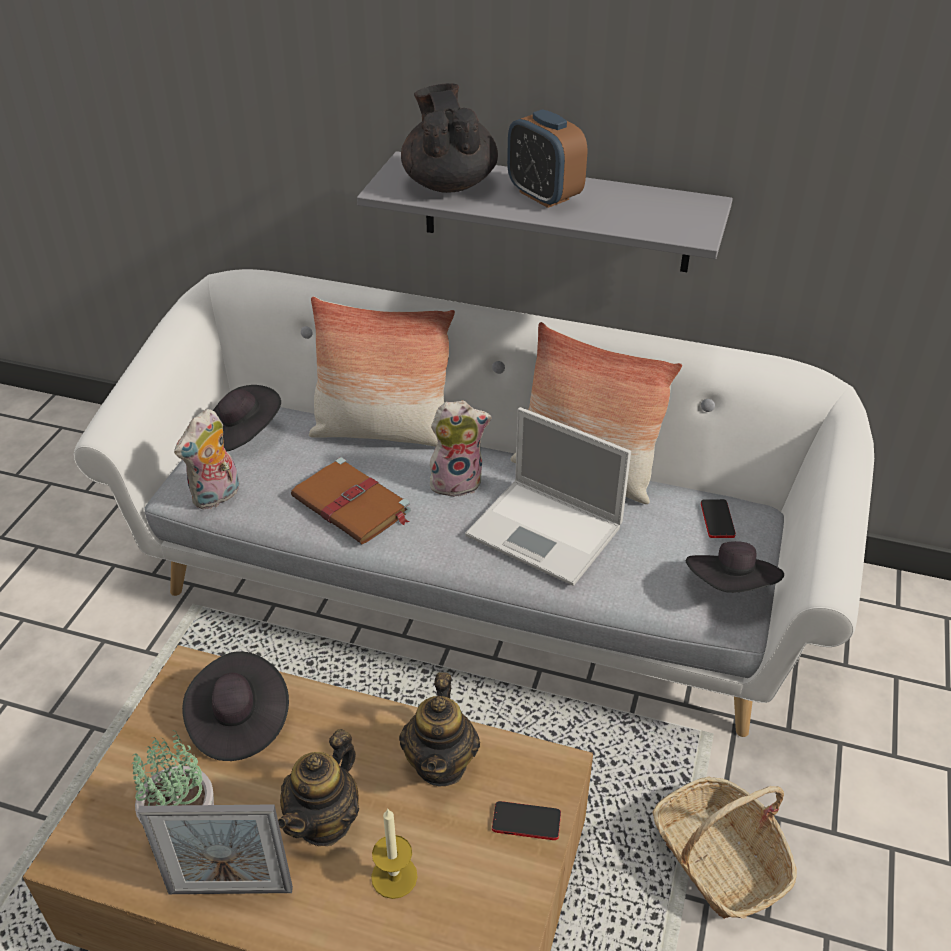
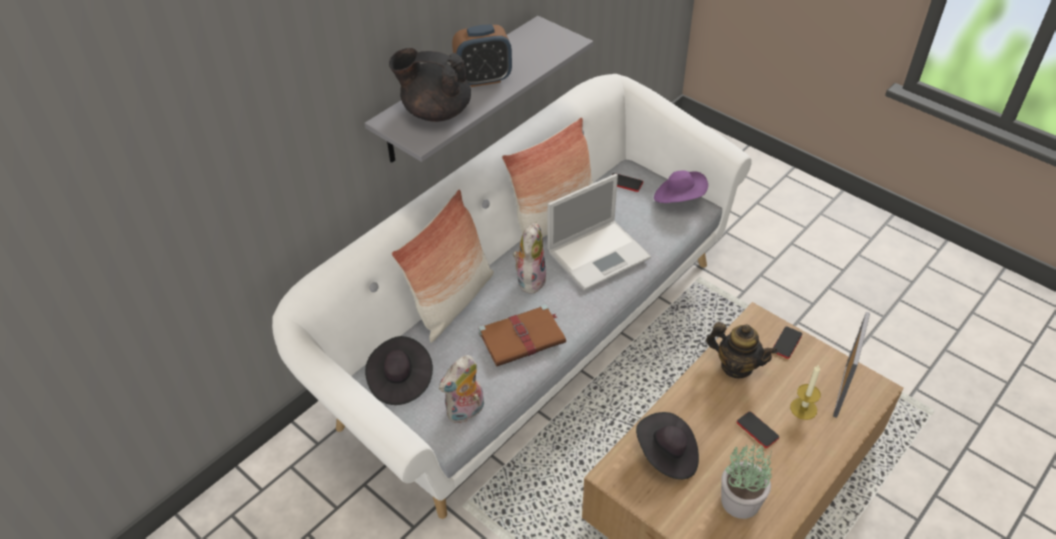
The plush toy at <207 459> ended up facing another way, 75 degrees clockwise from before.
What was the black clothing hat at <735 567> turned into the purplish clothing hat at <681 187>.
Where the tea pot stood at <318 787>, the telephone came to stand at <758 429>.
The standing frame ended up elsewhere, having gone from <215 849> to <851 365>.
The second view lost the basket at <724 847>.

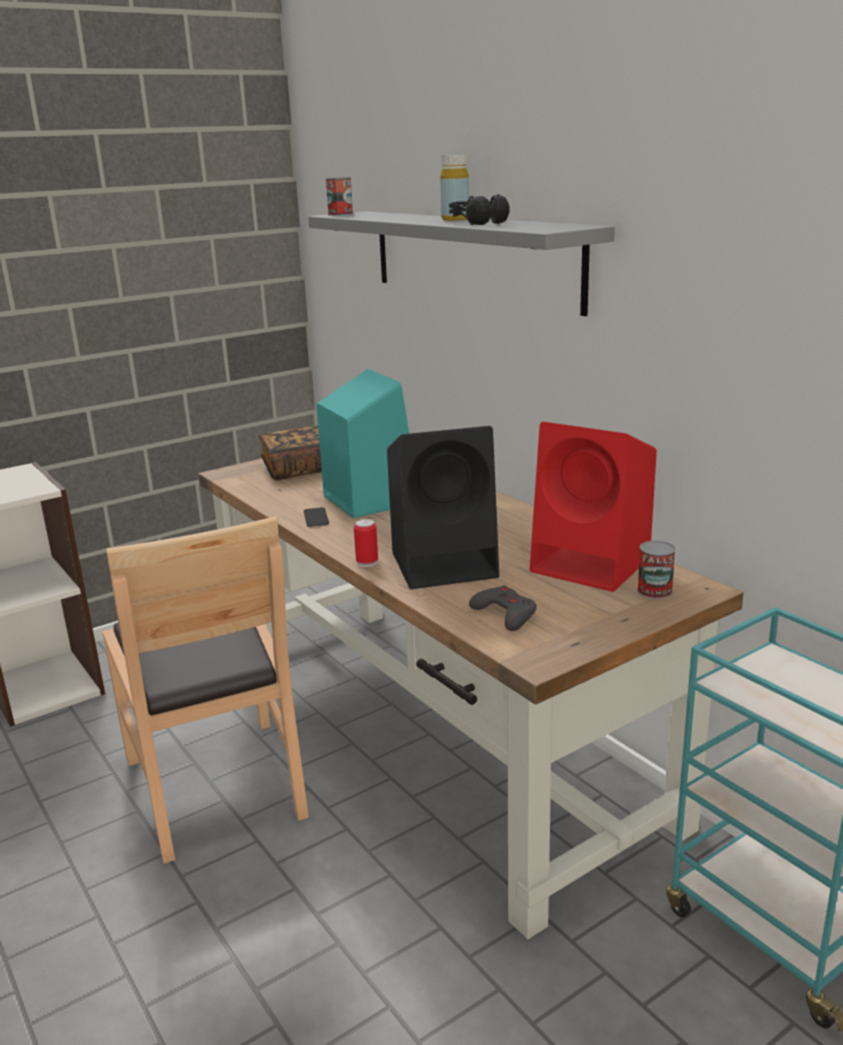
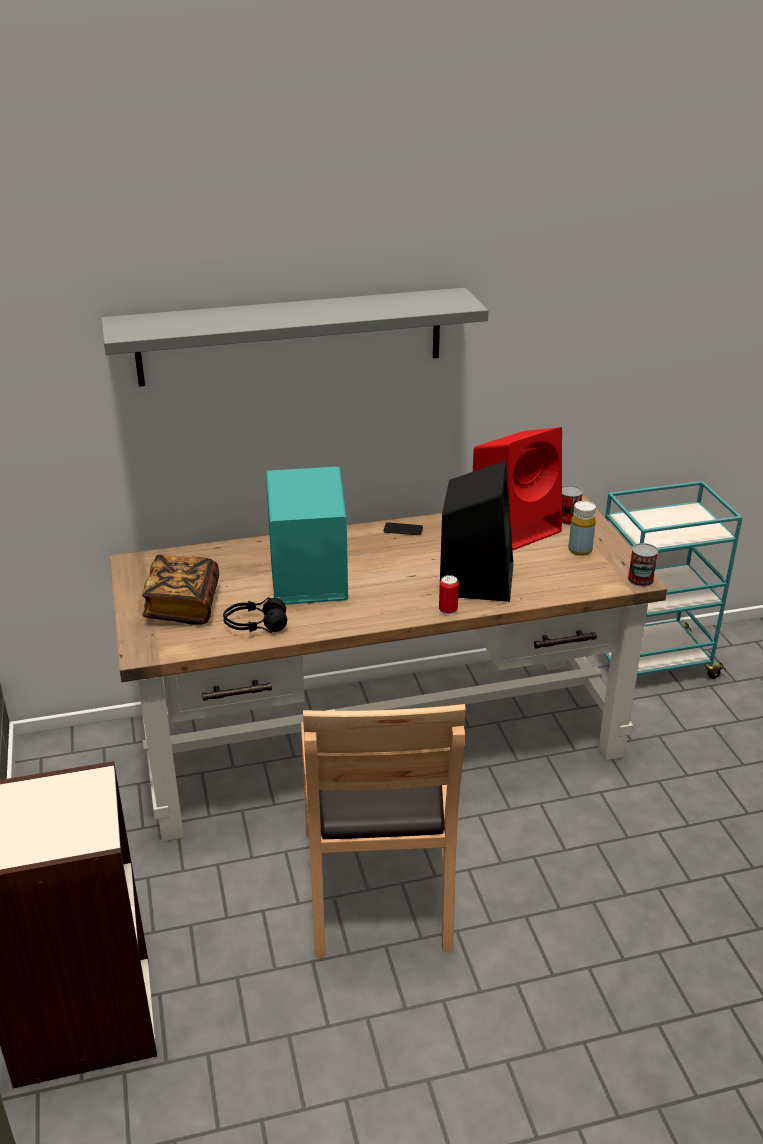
The black headphones ended up elsewhere, having gone from <479 209> to <255 615>.
The brownish plain chair at <205 690> ended up facing another way, 90 degrees clockwise from before.
The telephone ended up elsewhere, having gone from <316 517> to <403 528>.
The yellow bottle ended up elsewhere, having gone from <454 188> to <582 528>.
The sealed can ended up elsewhere, having gone from <339 196> to <643 565>.
The second view lost the grey gamepad at <503 608>.

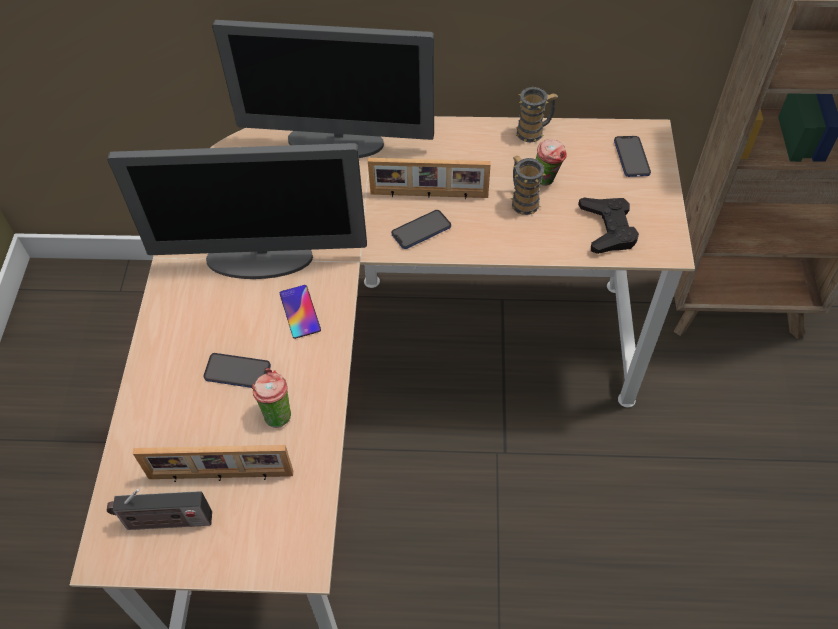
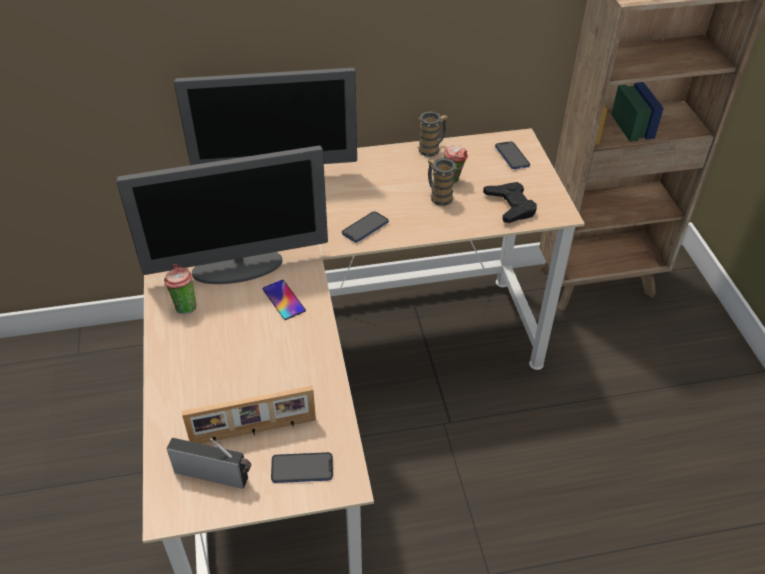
The cup ended up elsewhere, having gone from <271 398> to <180 289>.
The radio receiver at <159 509> ended up facing another way, 150 degrees counterclockwise from before.
The telephone ended up elsewhere, having gone from <237 370> to <302 467>.
The second view lost the standing frame at <429 178>.

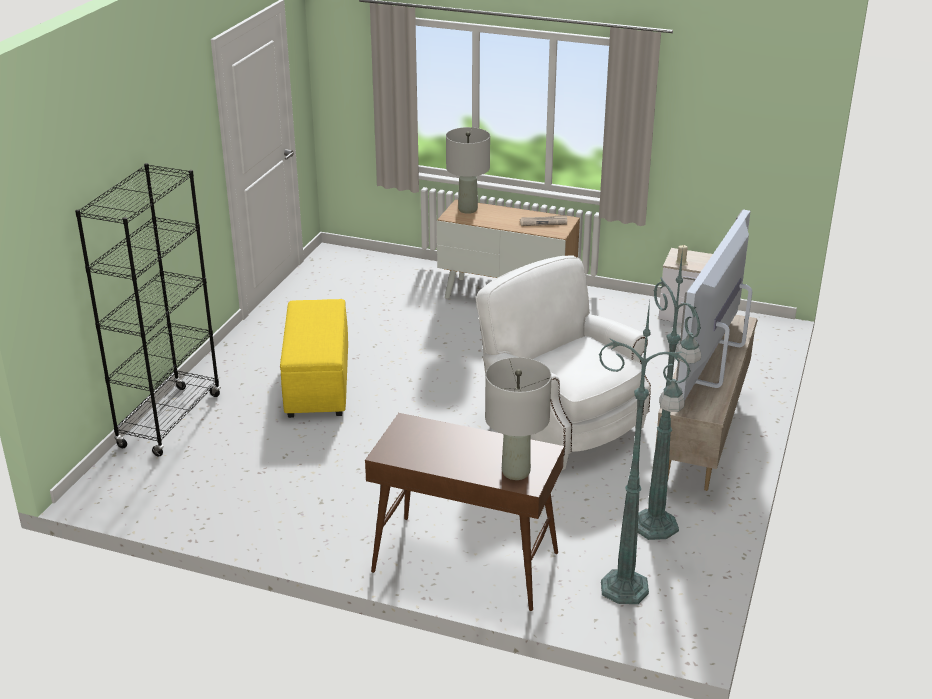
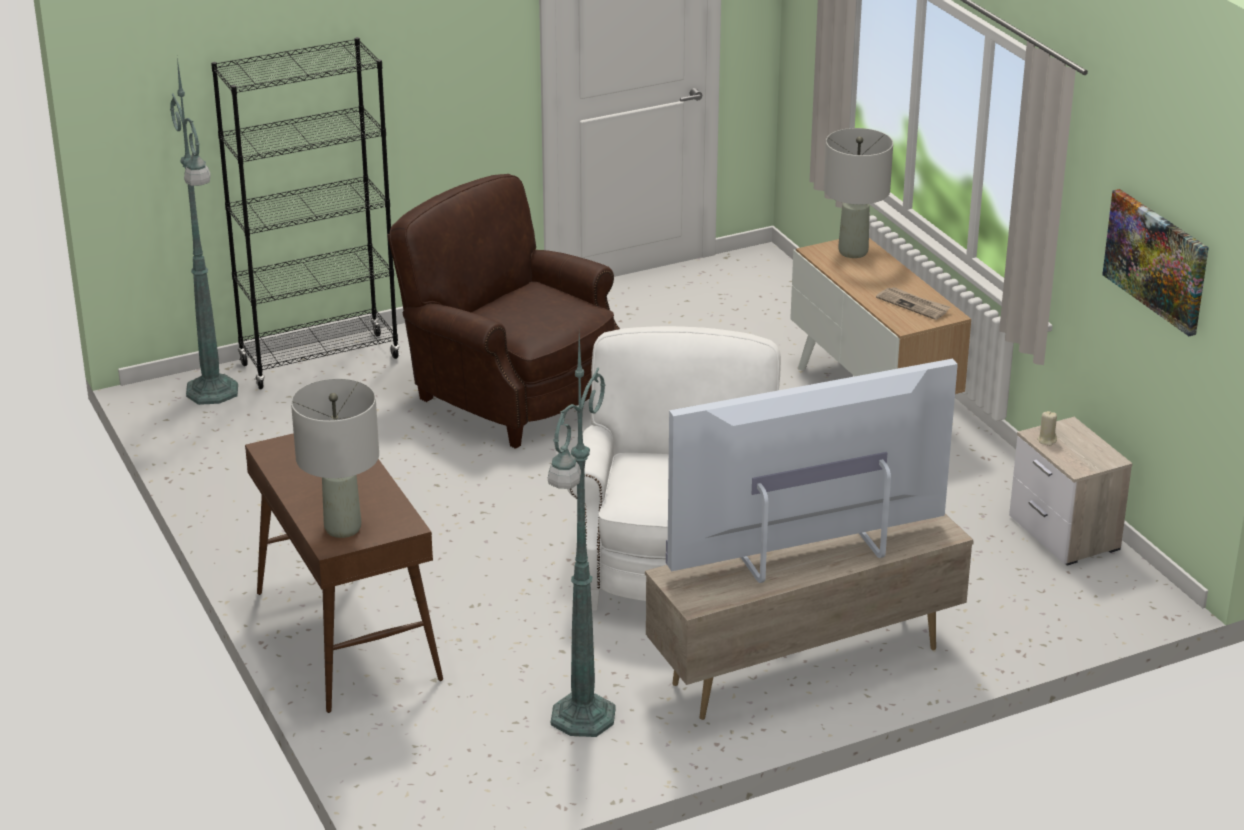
The green-coloured standing lamp ended up elsewhere, having gone from <645 452> to <204 231>.
Where the yellow footrest stood at <314 358>, the brownish armchair came to stand at <503 311>.
The second view gained the wall picture at <1155 262>.

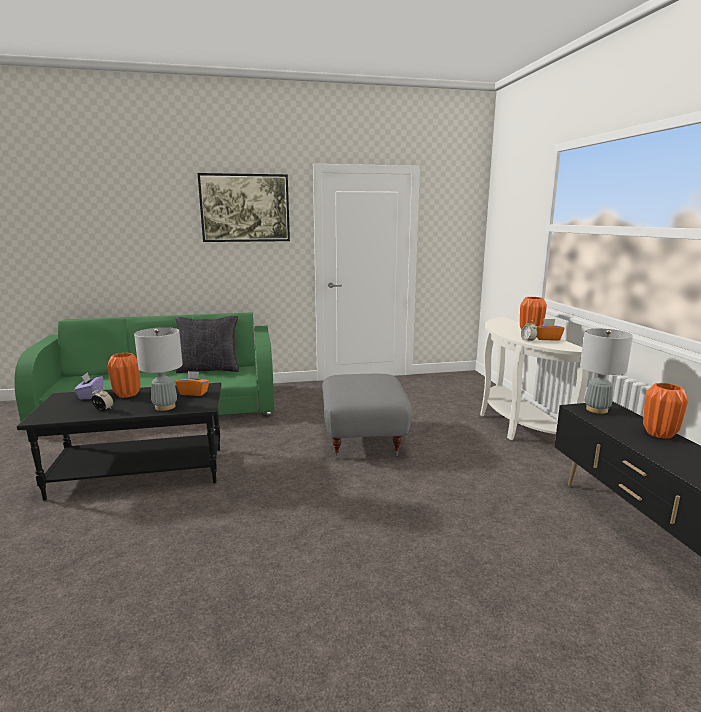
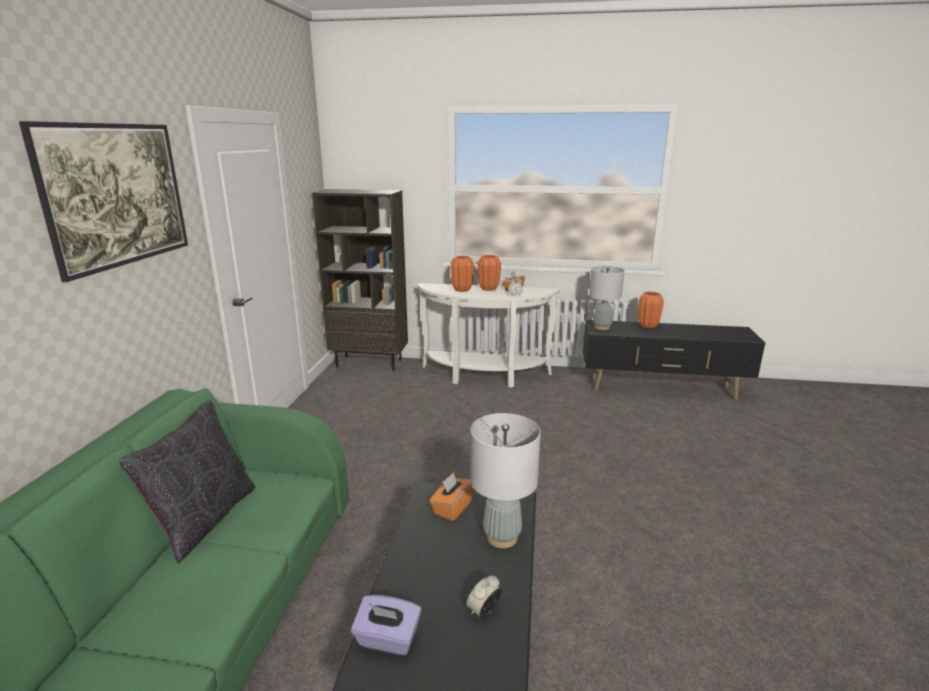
The second view gained the brownish bookcase at <360 280>.
The orange-coloured decorative vase ended up elsewhere, having gone from <123 375> to <462 274>.
The second view lost the grey footrest at <367 416>.

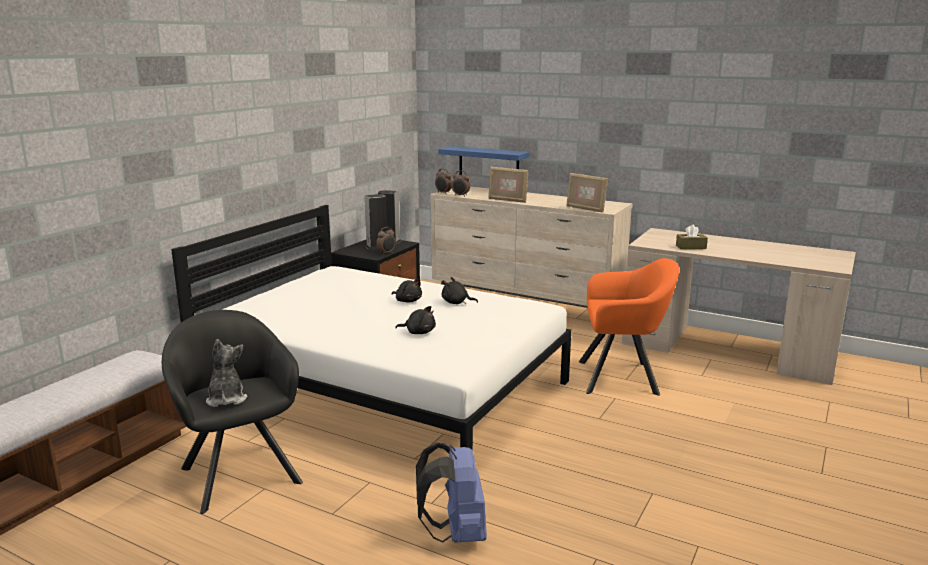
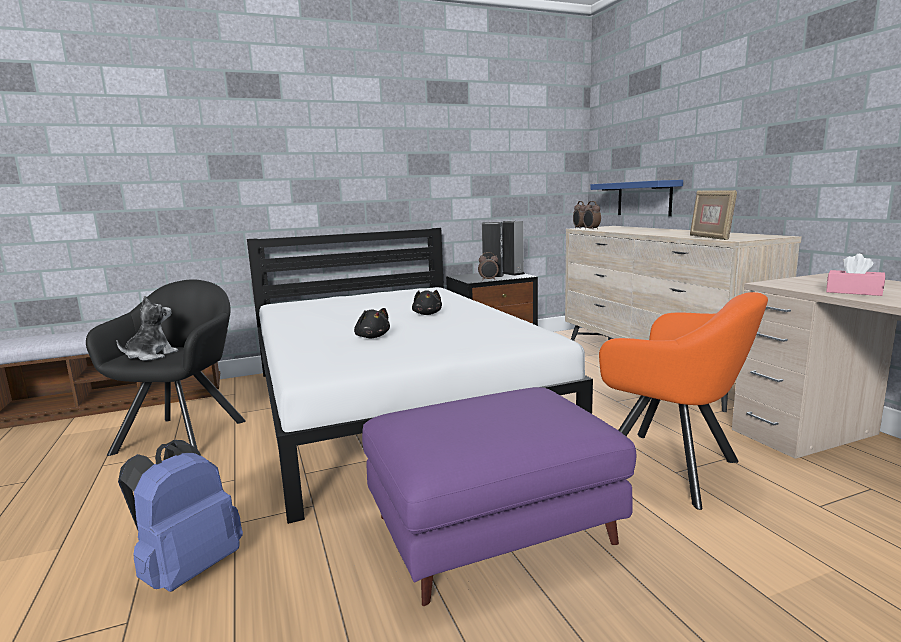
The second view gained the purplish footrest at <499 496>.
What was the brownish tissue box at <692 237> turned into the pink tissue box at <855 275>.
The second view lost the black plush toy at <460 290>.
The second view lost the standing frame at <508 185>.

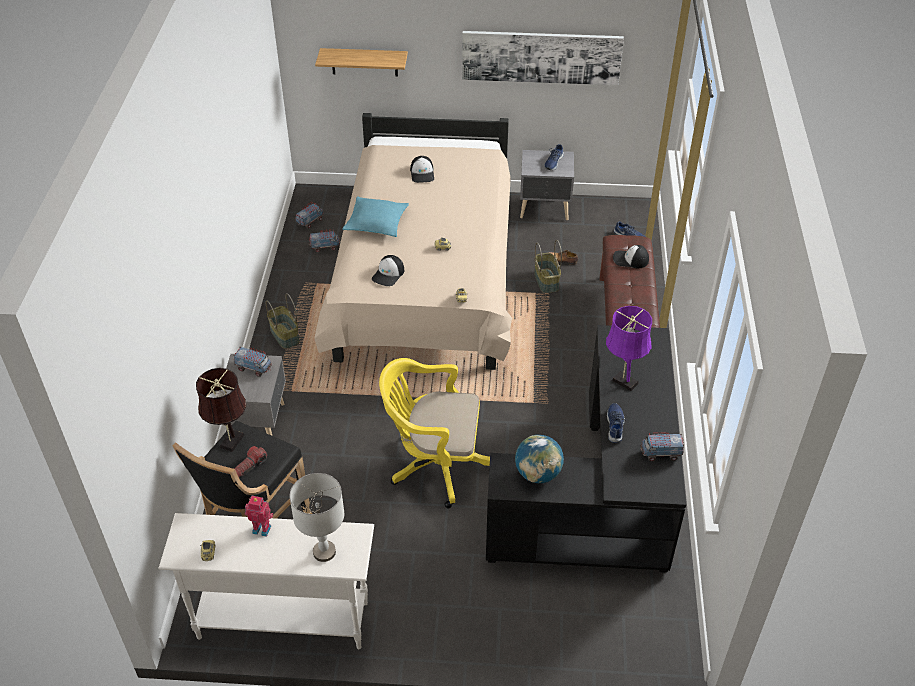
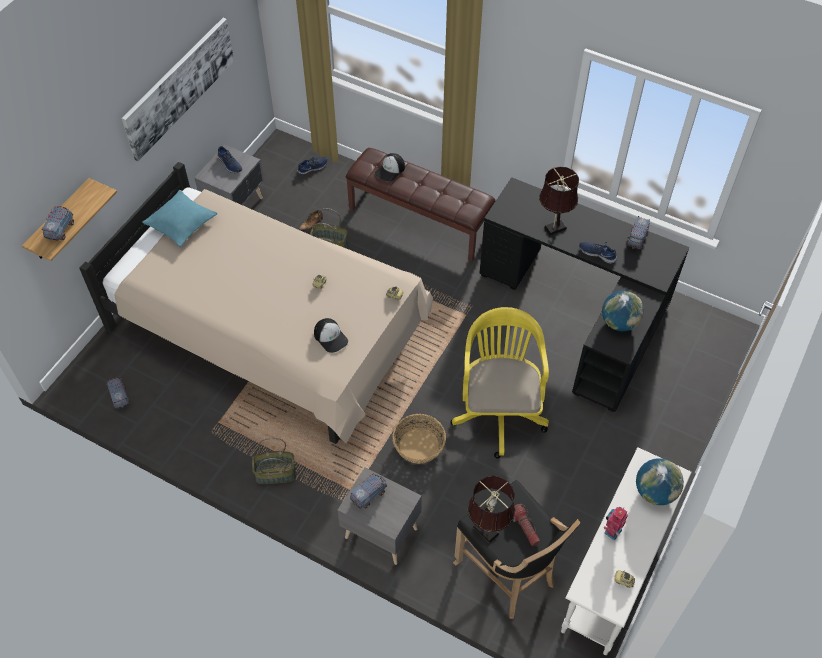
The toy truck ended up elsewhere, having gone from <324 240> to <58 223>.
The blue-green cushion ended up elsewhere, having gone from <376 216> to <179 218>.
The second view gained the basket at <419 439>.
The yellow computer chair at <434 433> ended up facing another way, 150 degrees clockwise from before.
What was the purplish tabletop lamp at <629 348> turned into the brownish tabletop lamp at <559 201>.
Where the grey tabletop lamp stood at <316 517>, the globe came to stand at <660 481>.
The second view lost the peaked cap at <422 169>.

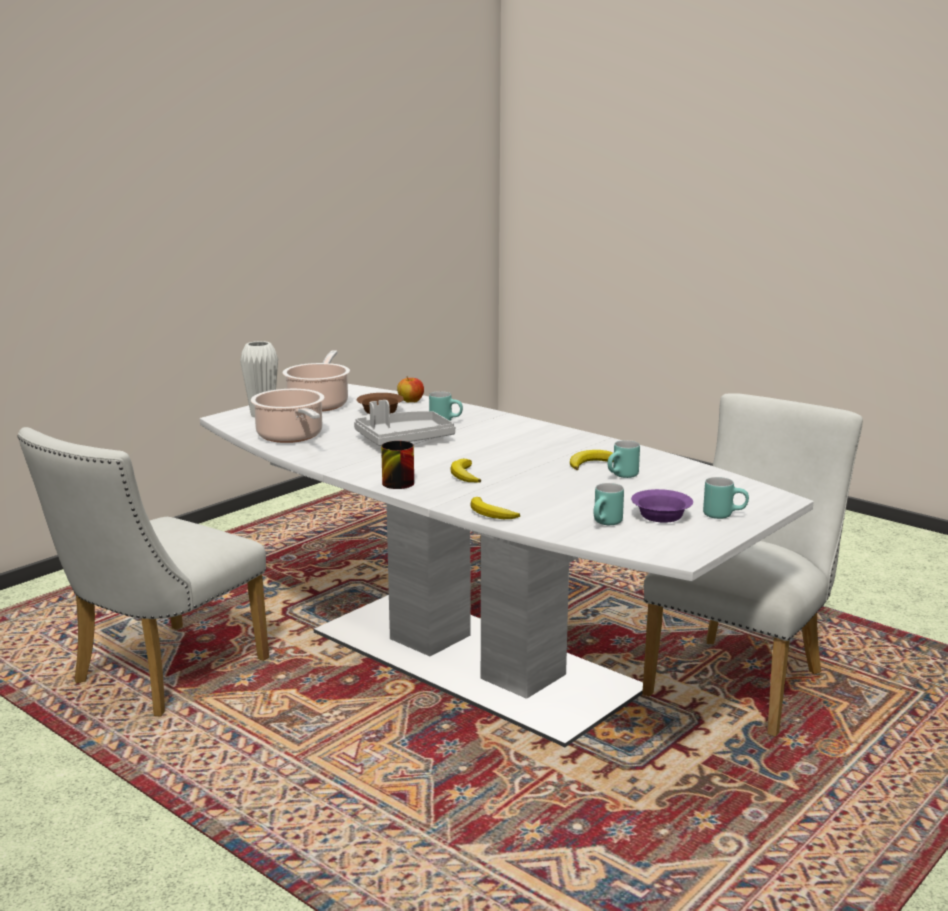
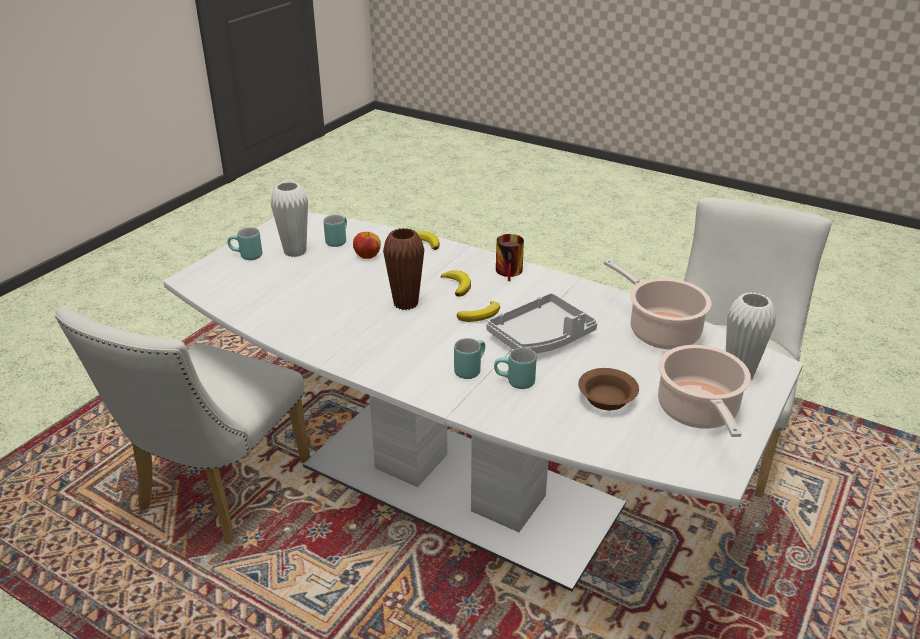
Where the purplish bowl stood at <662 506>, the white-coloured decorative vase came to stand at <289 219>.
The apple ended up elsewhere, having gone from <410 389> to <367 245>.
The second view gained the brownish decorative vase at <403 269>.
The blue-green tea mug ended up elsewhere, having gone from <623 459> to <469 358>.
The whole banana ended up elsewhere, having gone from <592 460> to <478 311>.

